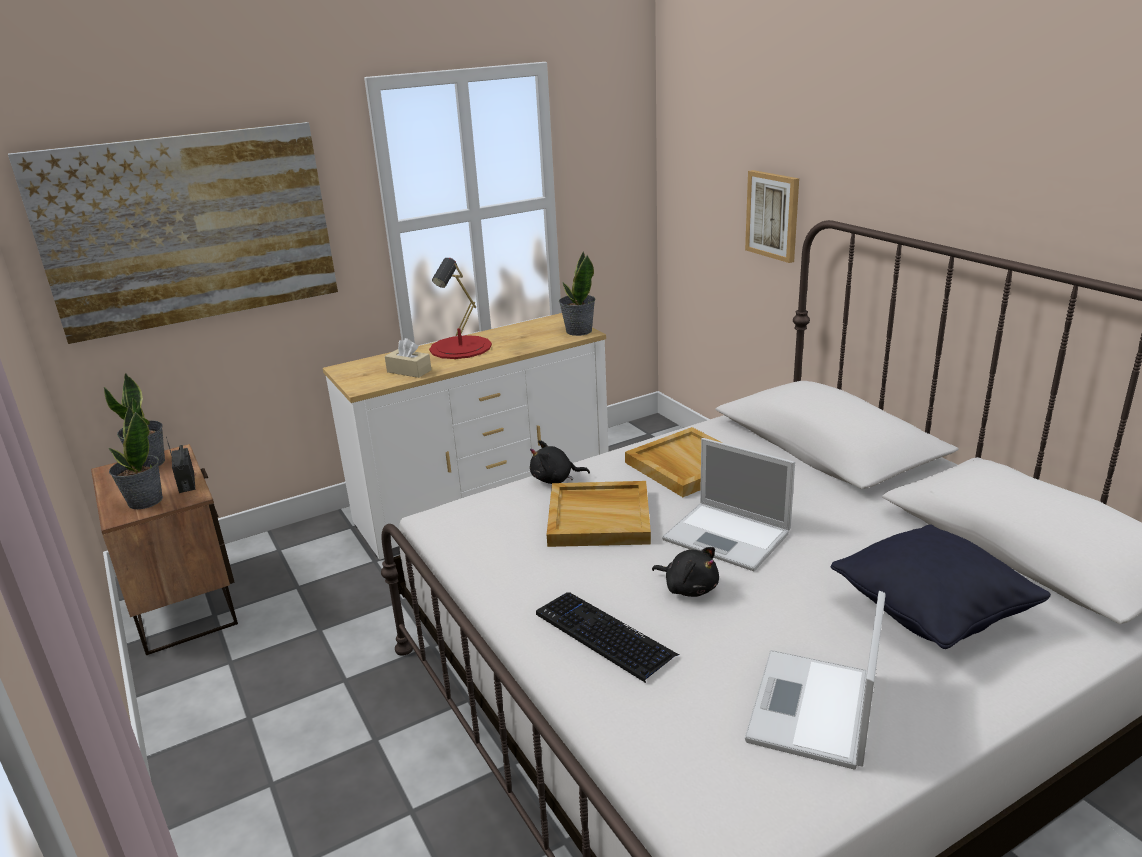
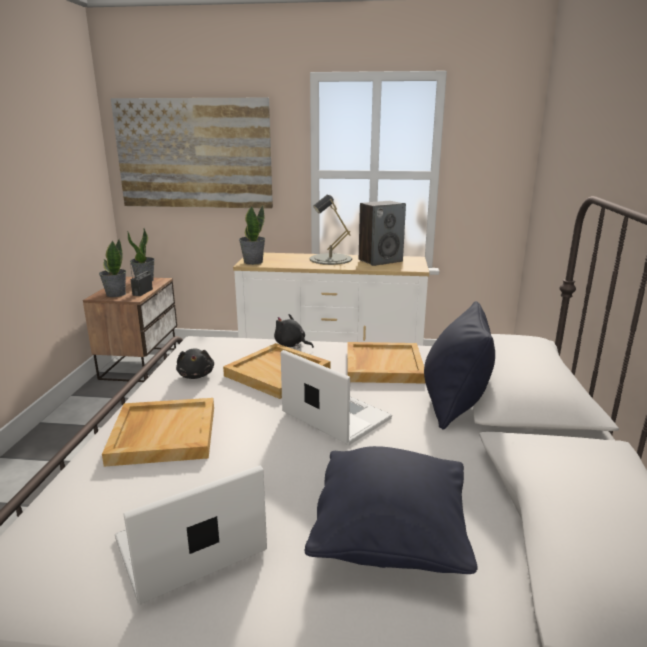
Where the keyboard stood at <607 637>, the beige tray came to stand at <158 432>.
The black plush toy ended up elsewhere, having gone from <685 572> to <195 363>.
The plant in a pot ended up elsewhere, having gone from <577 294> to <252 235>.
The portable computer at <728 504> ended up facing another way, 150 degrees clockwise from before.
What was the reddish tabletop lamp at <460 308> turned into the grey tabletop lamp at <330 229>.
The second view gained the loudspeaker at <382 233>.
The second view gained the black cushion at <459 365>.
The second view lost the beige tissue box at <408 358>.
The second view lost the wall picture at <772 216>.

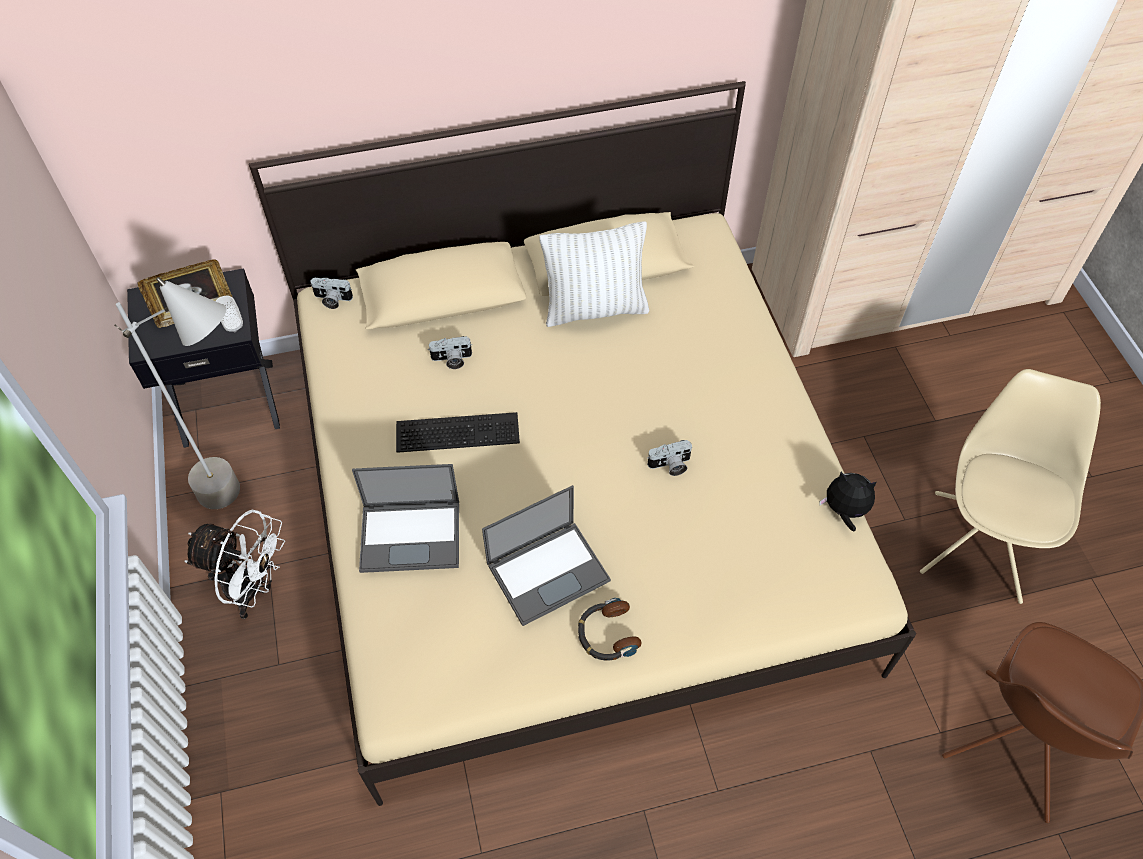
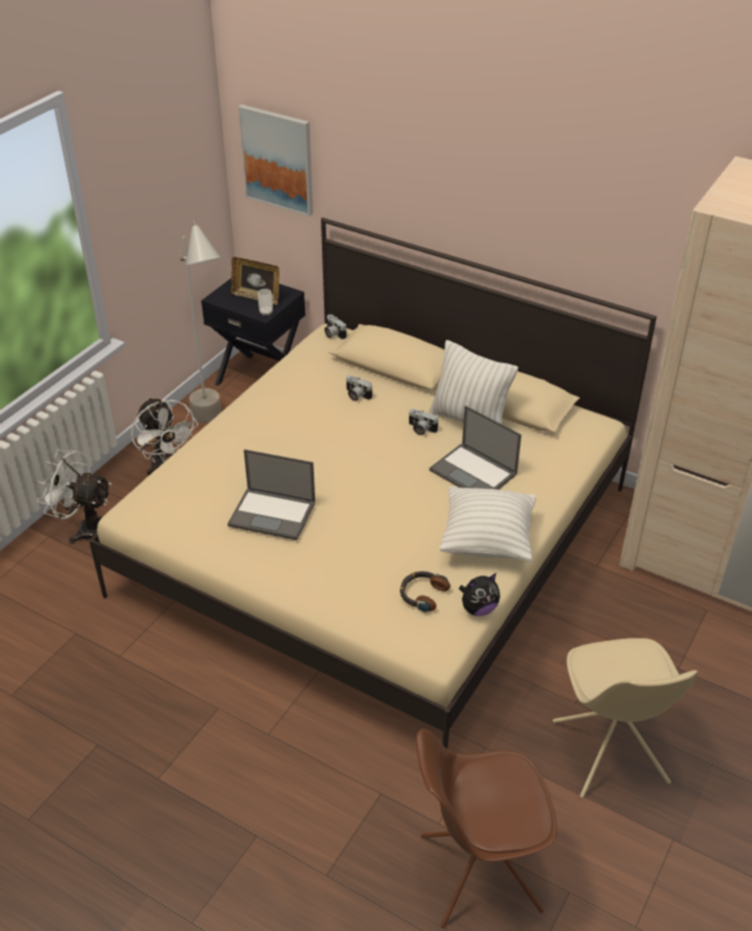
The second view gained the white-coloured fan at <74 497>.
The second view gained the wall picture at <275 161>.
The headphones ended up elsewhere, having gone from <609 629> to <425 591>.
The still camera ended up elsewhere, having gone from <670 458> to <423 422>.
The portable computer ended up elsewhere, having gone from <405 518> to <475 447>.
The second view gained the white-coloured cushion at <487 524>.
The plush toy at <848 502> ended up facing another way, 90 degrees clockwise from before.
The beige plain chair at <1010 486> ended up facing another way, 105 degrees clockwise from before.
The second view lost the keyboard at <458 432>.

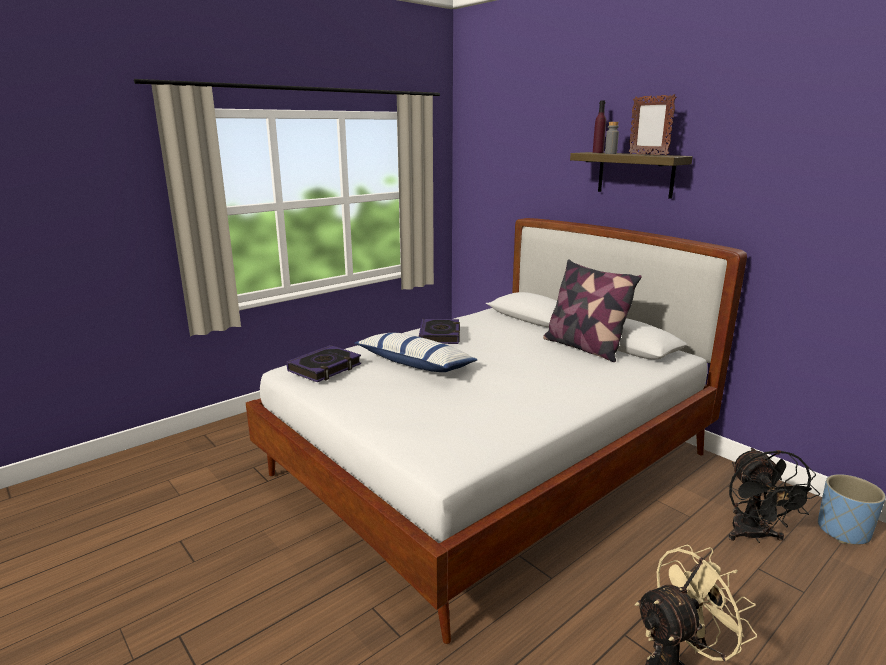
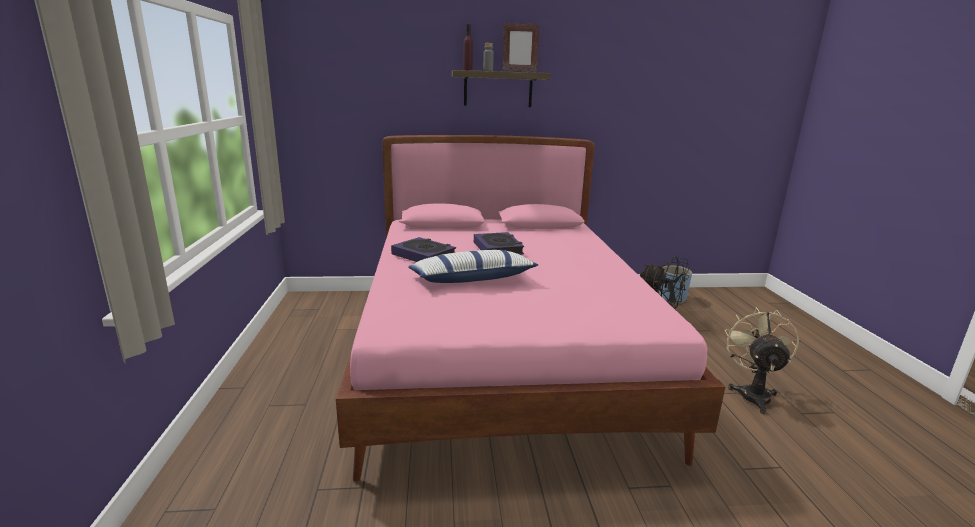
What was the white-coloured bedroom bed at <496 431> turned into the pink bedroom bed at <531 308>.
The bound book ended up elsewhere, having gone from <324 363> to <499 243>.
The second view lost the cushion at <592 310>.

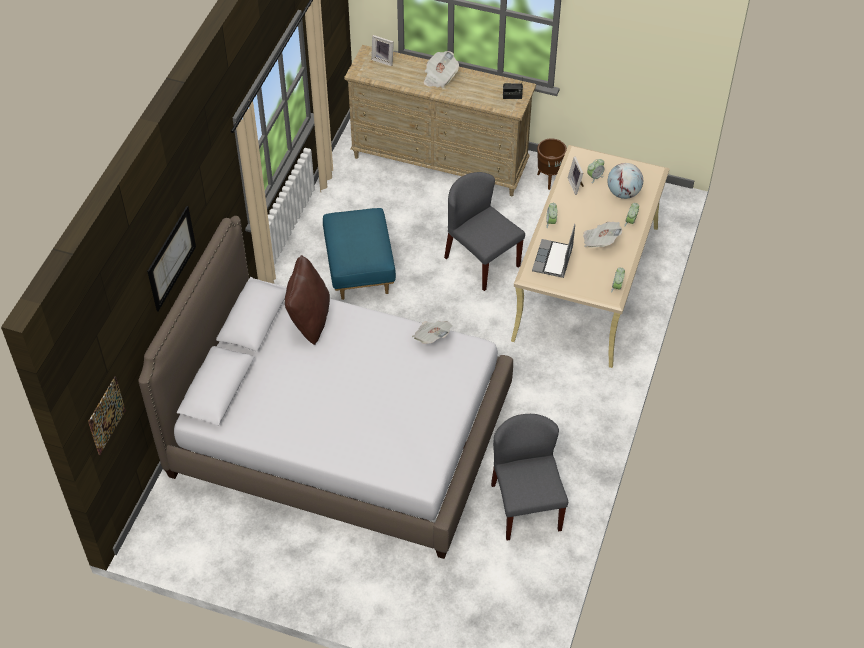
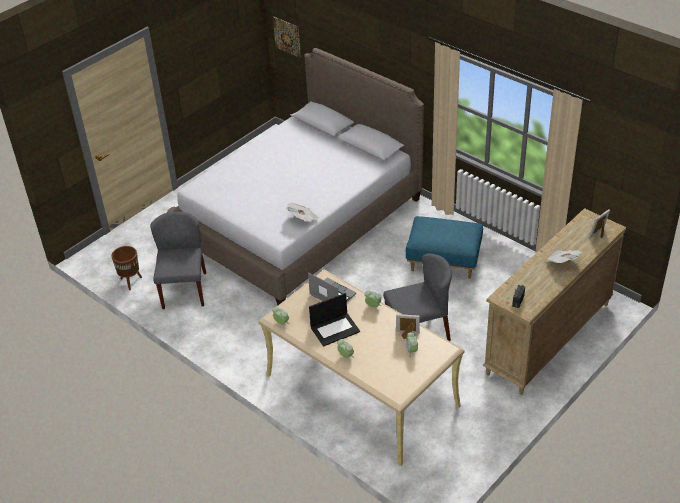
The brownish planter ended up elsewhere, having gone from <552 164> to <126 268>.
The grey plain chair at <529 477> ended up facing another way, 105 degrees counterclockwise from before.
Where the printed paper stood at <602 235>, the portable computer came to stand at <334 320>.
The second view lost the wall picture at <171 258>.
The second view lost the brownish cushion at <307 300>.
The second view lost the globe at <625 181>.

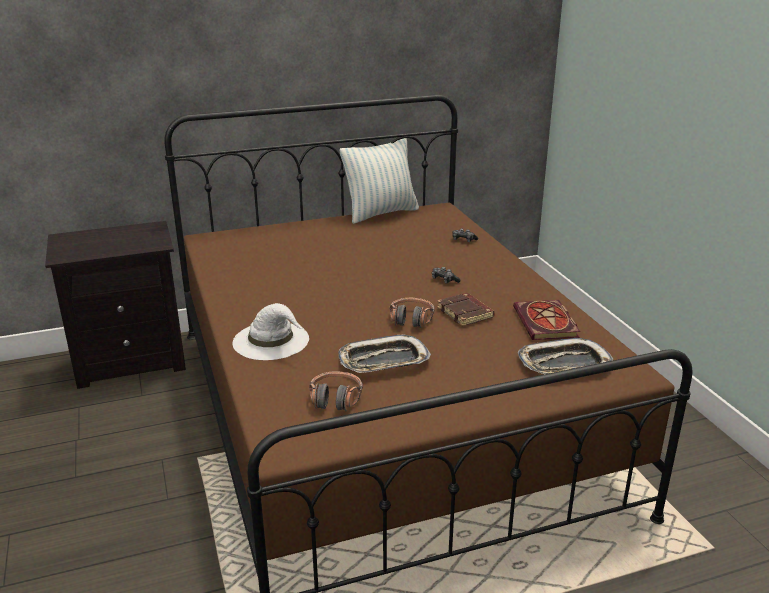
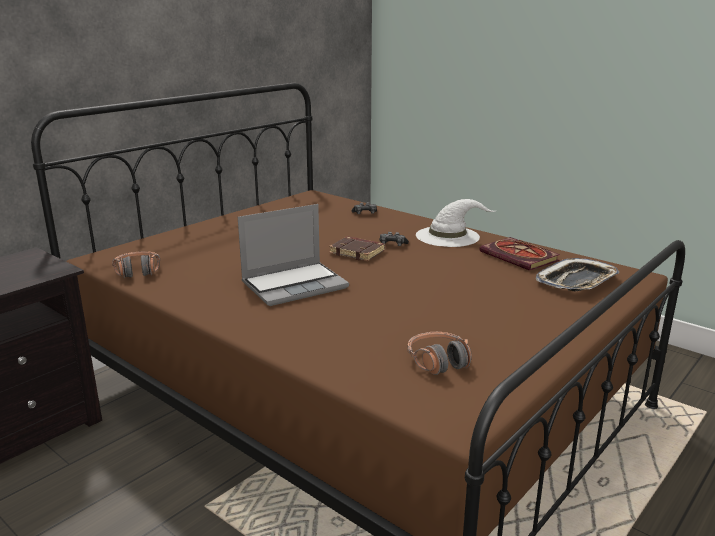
The headphones ended up elsewhere, having gone from <412 313> to <136 265>.
The second view gained the portable computer at <293 255>.
The brownish bound book ended up elsewhere, having gone from <466 309> to <357 248>.
The white-coloured clothing hat ended up elsewhere, having gone from <271 331> to <456 223>.
The second view lost the tray at <385 353>.
The second view lost the cushion at <379 181>.

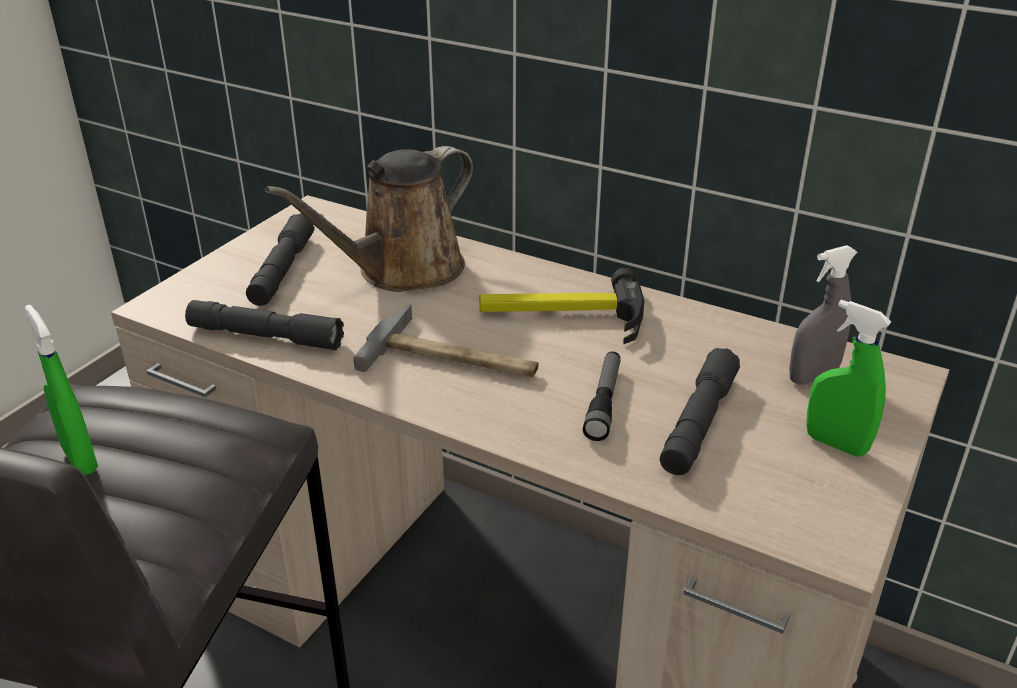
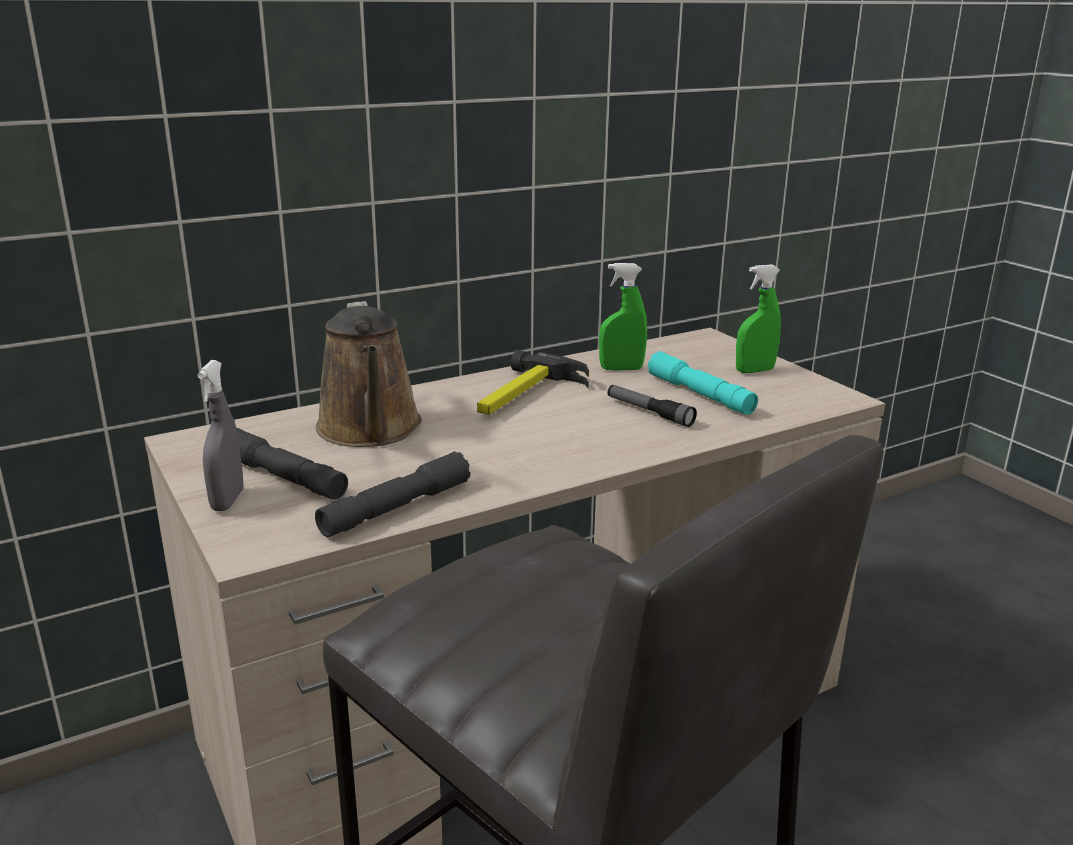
The grey sprayer ended up elsewhere, having gone from <823 315> to <220 435>.
The green-coloured sprayer ended up elsewhere, having gone from <61 390> to <623 317>.
What was the grey flashlight at <700 411> turned into the blue-green flashlight at <703 383>.
The second view lost the hammer at <445 340>.

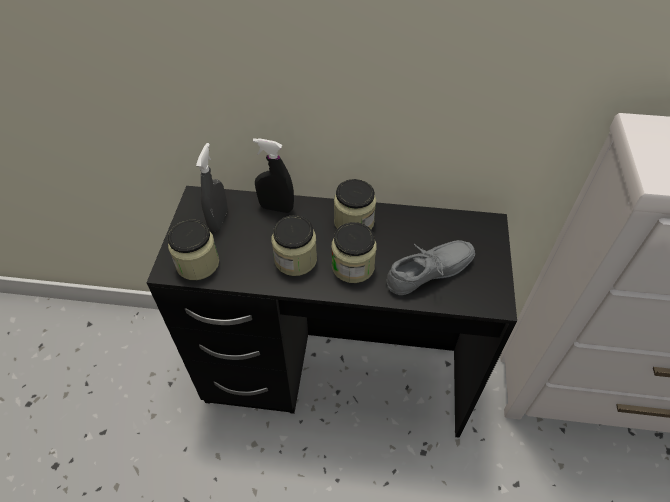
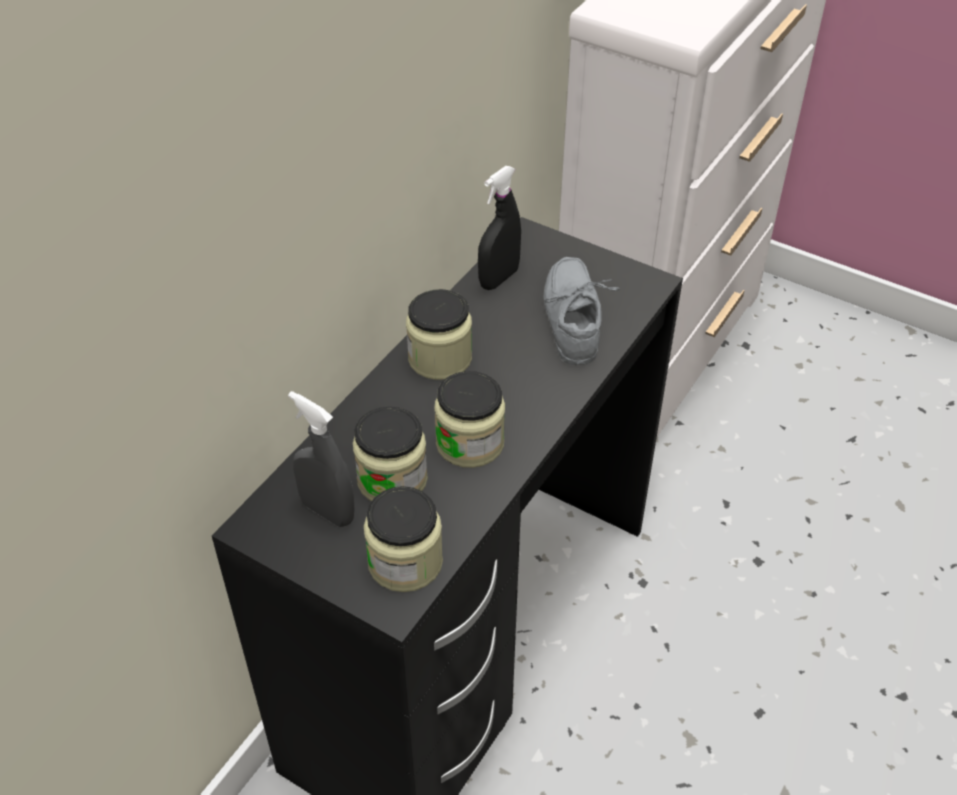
The storage jar ended up elsewhere, having gone from <354 252> to <390 454>.
The black sprayer ended up elsewhere, having gone from <273 175> to <499 228>.

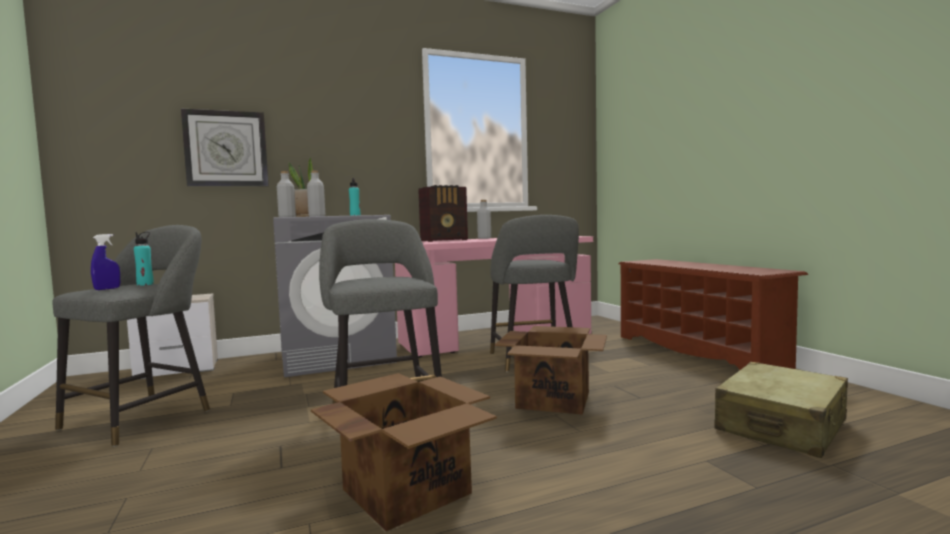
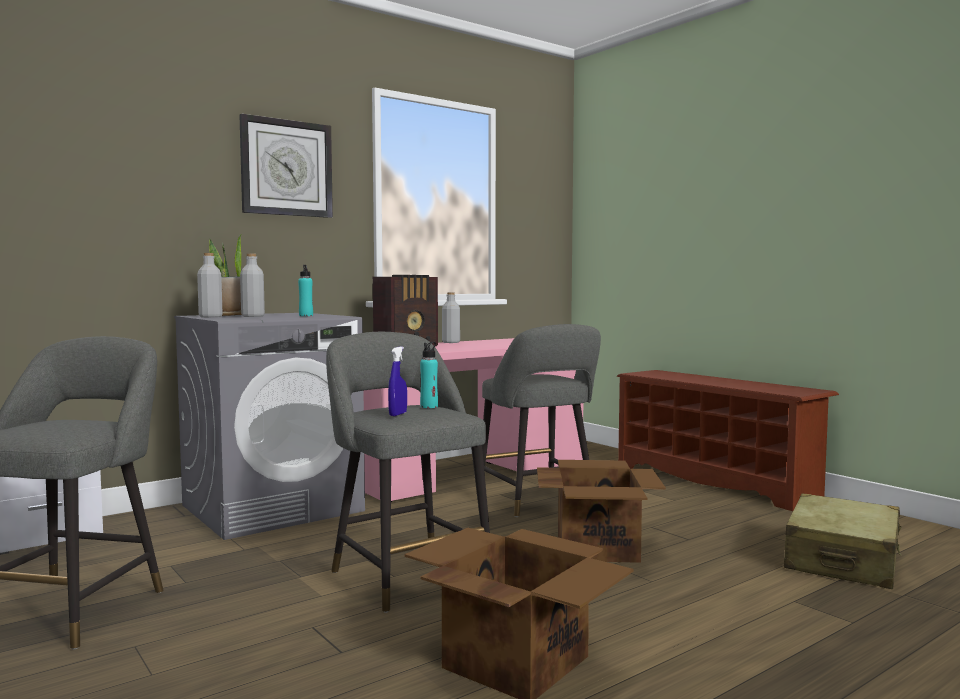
The wall clock ended up elsewhere, having gone from <224 147> to <286 166>.
The blue-coloured sprayer ended up elsewhere, having gone from <105 262> to <397 381>.
The blue-green bottle ended up elsewhere, having gone from <144 259> to <429 375>.

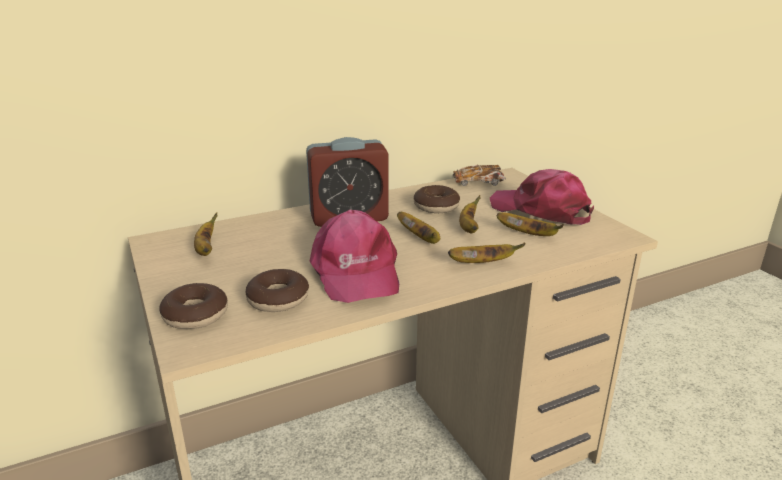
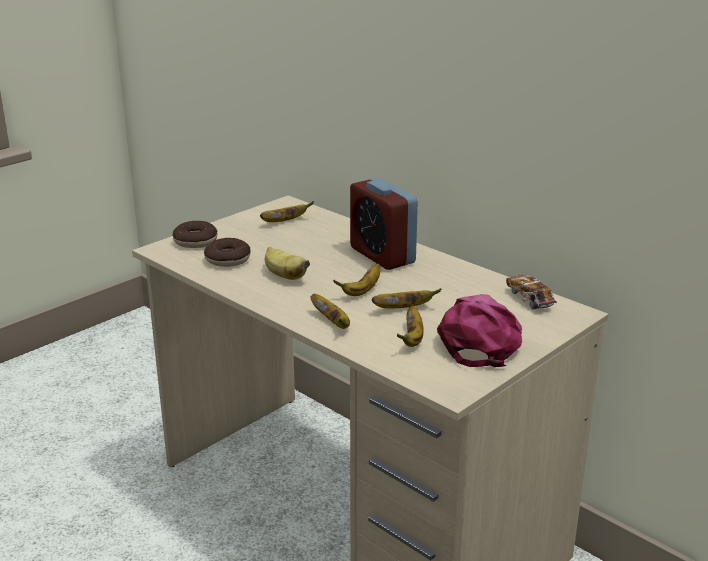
Where the pink peaked cap stood at <354 256>, the whole banana came to stand at <287 263>.
The second view lost the ring doughnut at <436 199>.

